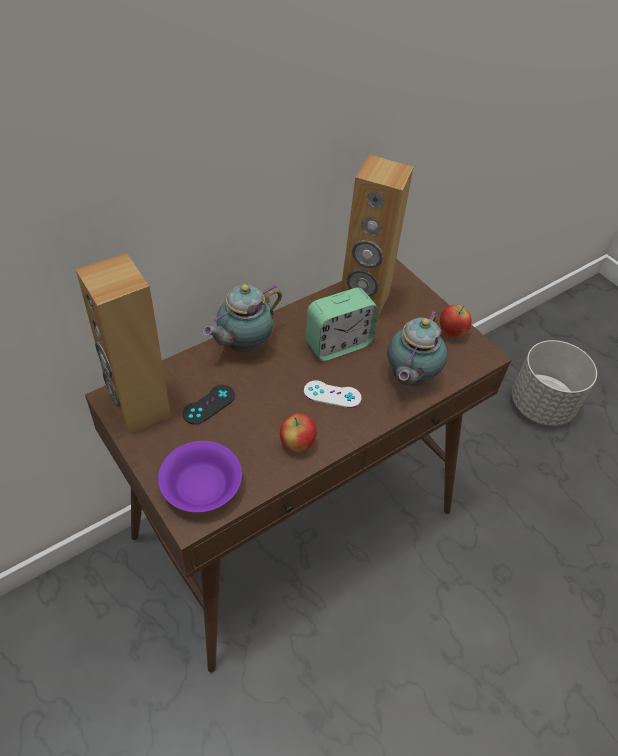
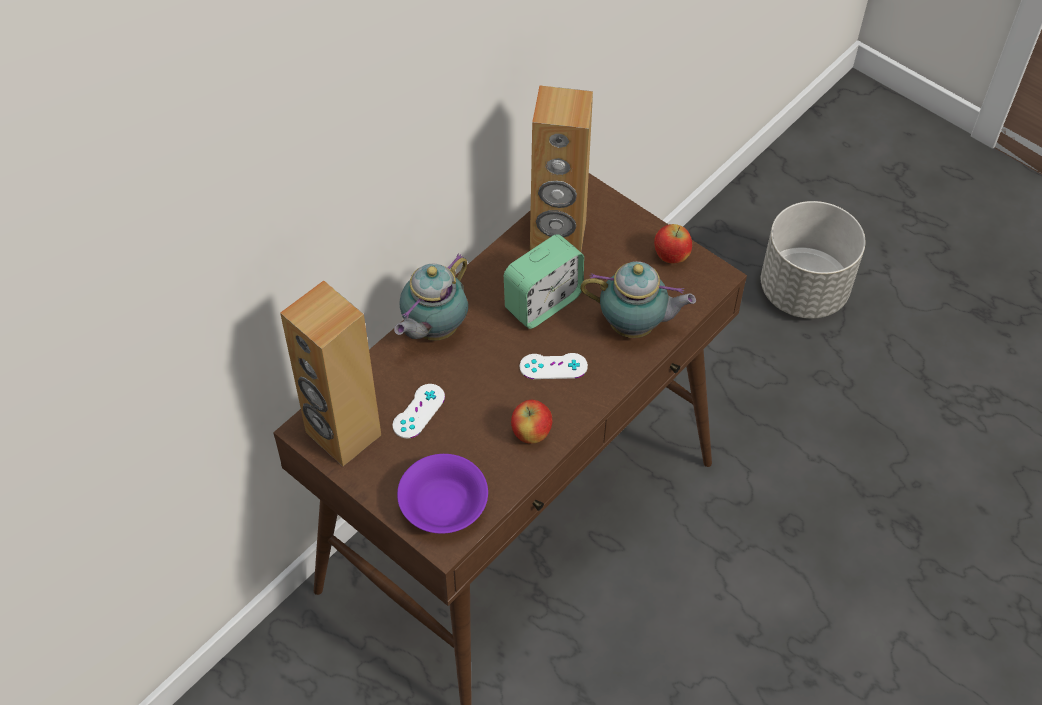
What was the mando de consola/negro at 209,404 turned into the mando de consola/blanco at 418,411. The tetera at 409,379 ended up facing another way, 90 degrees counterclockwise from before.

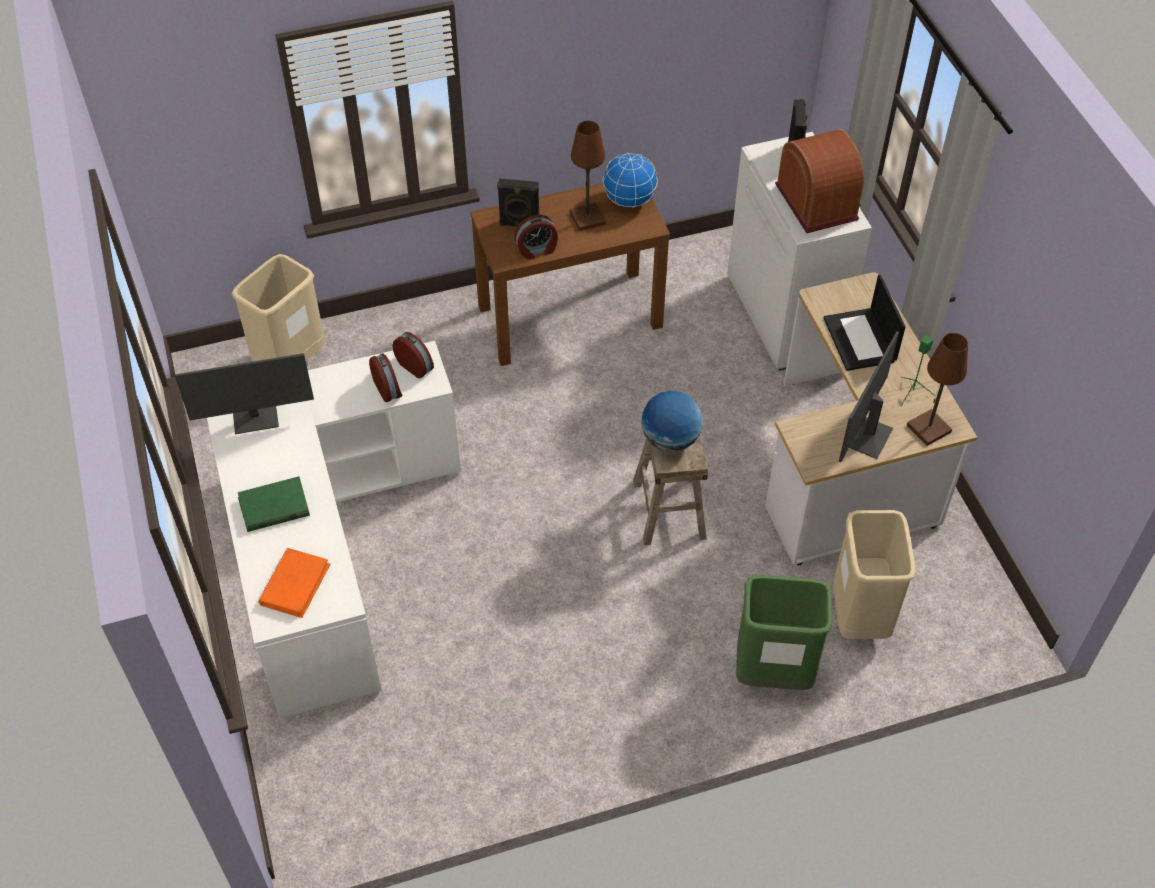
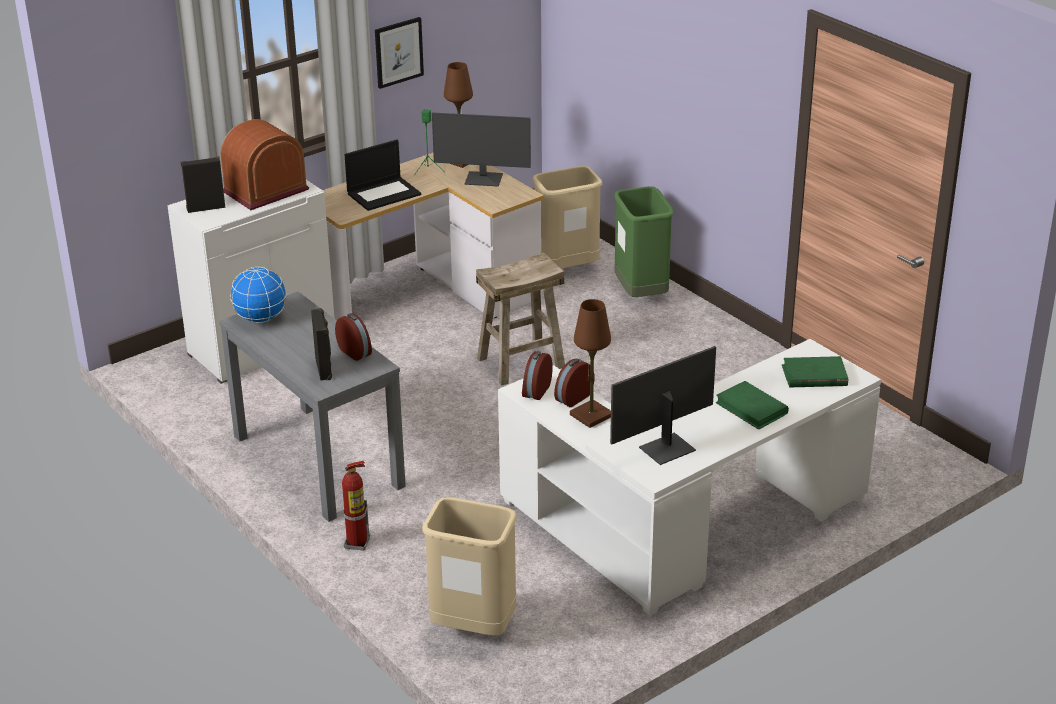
What was the mesa consola/marrón at 570,316 turned into the mesa consola/gris at 317,461. The second view gained the extintor at 357,543. The second view gained the cuadro at 398,52. The lámpara de mesa/marrón ended up elsewhere, having gone from 587,218 to 591,415. The monitor at 256,418 ended up facing another way, 90 degrees counterclockwise from before. What was the libro/naranja at 295,584 turned into the libro/verde at 814,376. The second view lost the globo terráqueo at 670,440.

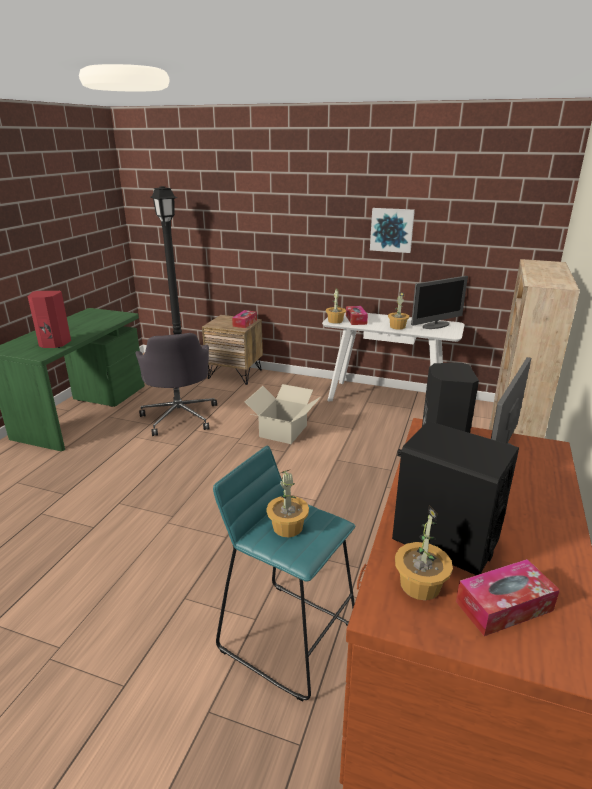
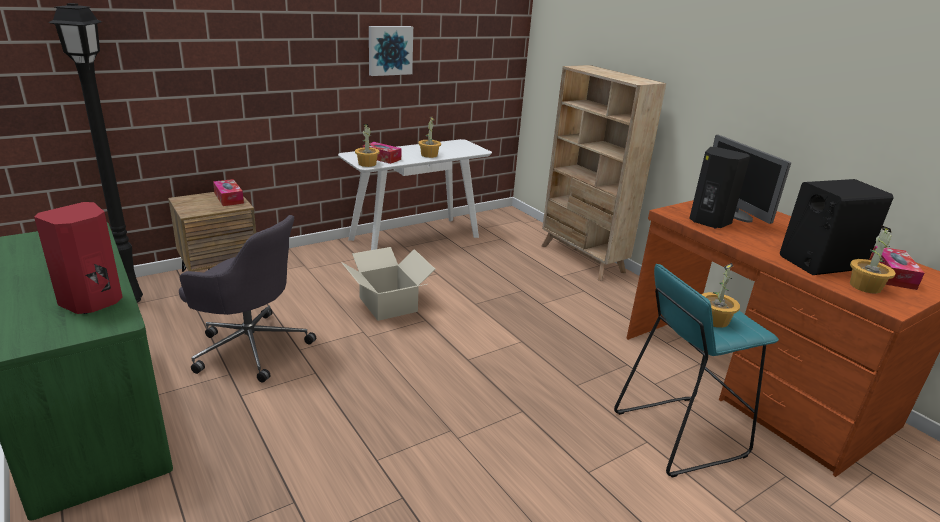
The second view lost the monitor at 436,325.

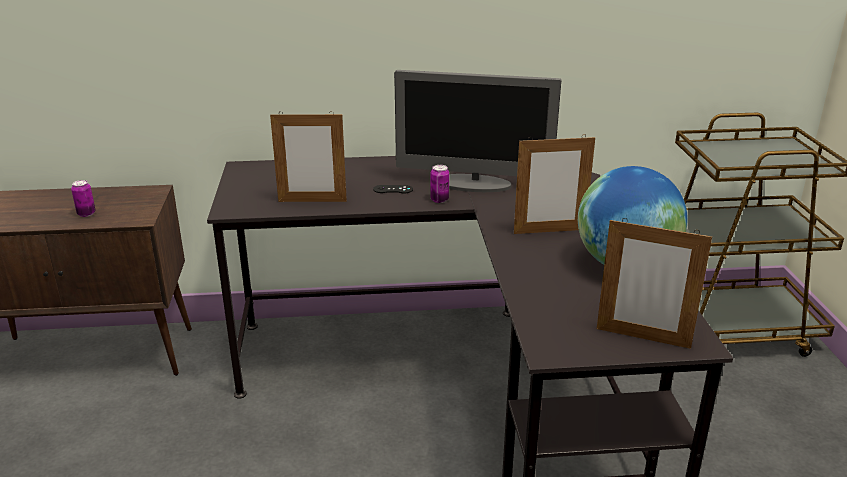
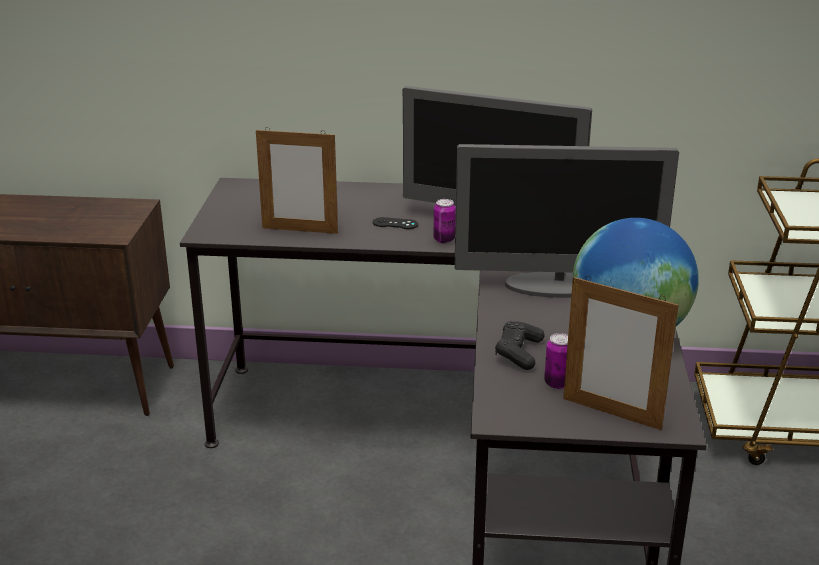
Where the portarretratos stood at 549,231, the monitor came to stand at 557,286. The second view gained the mando de consola/negro at 519,353. The lata ended up elsewhere, having gone from 86,214 to 557,383.

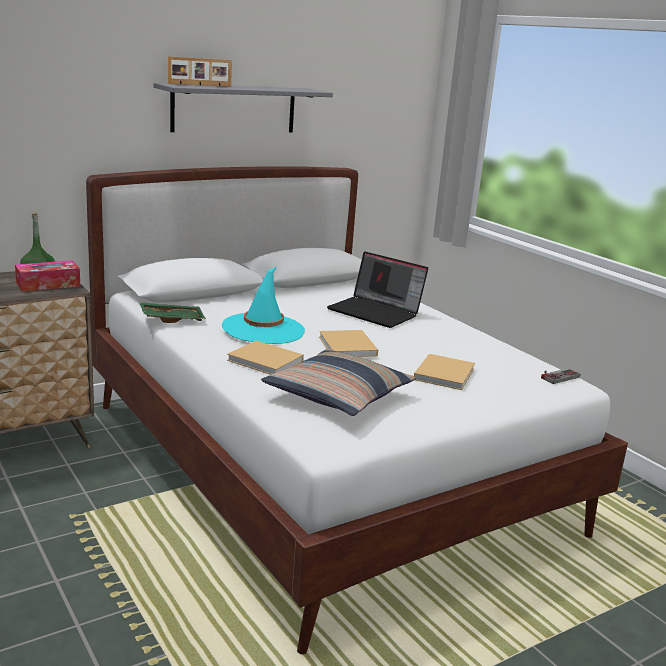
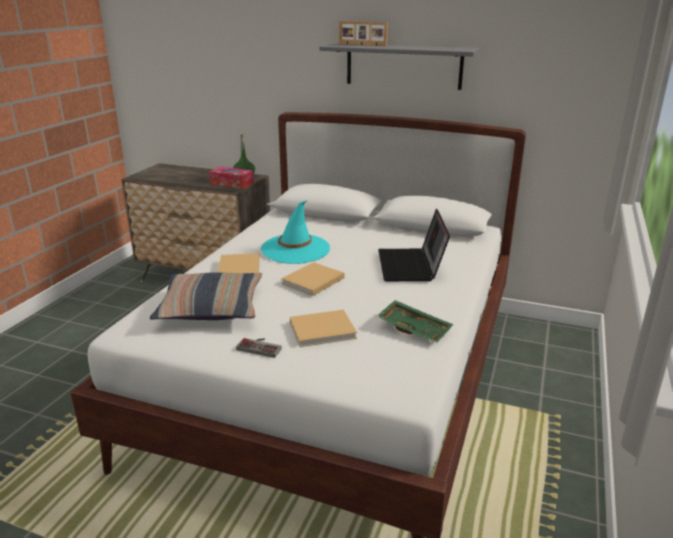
The mando de consola ended up elsewhere, having gone from 556,375 to 261,346. The bandeja/verde ended up elsewhere, having gone from 172,319 to 414,328.

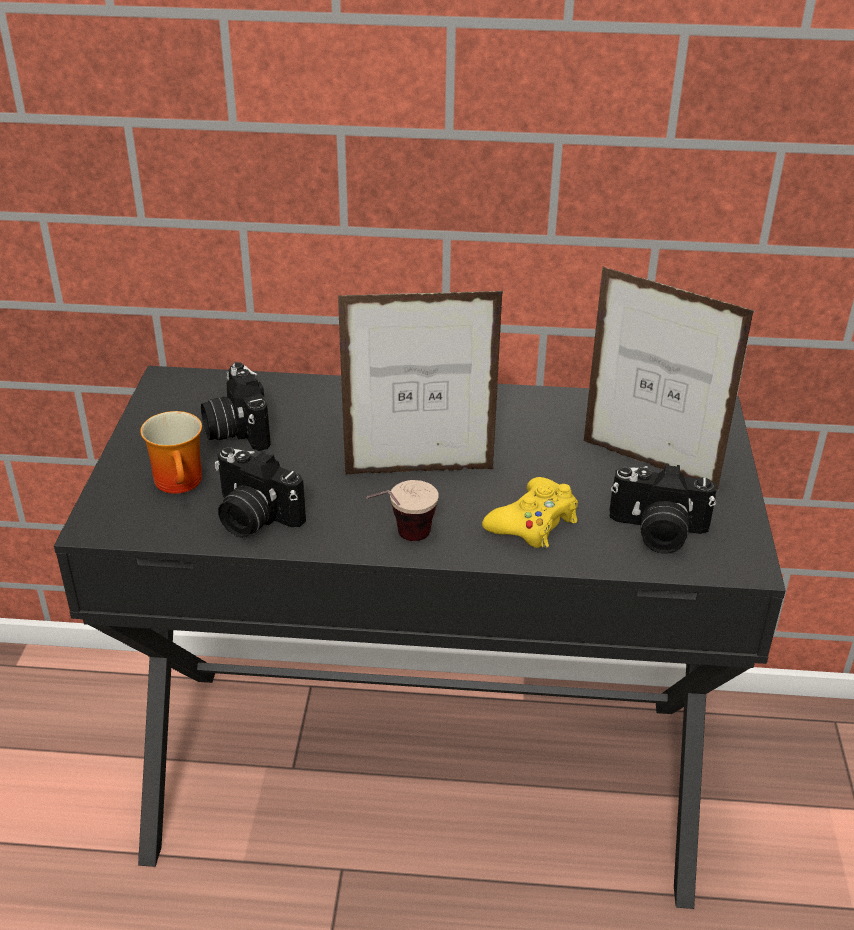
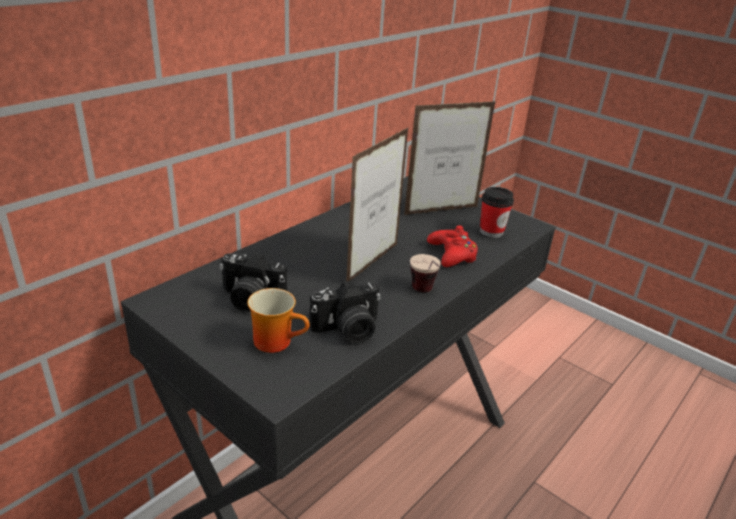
What was the mando de consola/amarillo at 533,523 turned into the mando de consola/rojo at 452,254. Where the cámara stood at 657,532, the taza came to stand at 491,231.

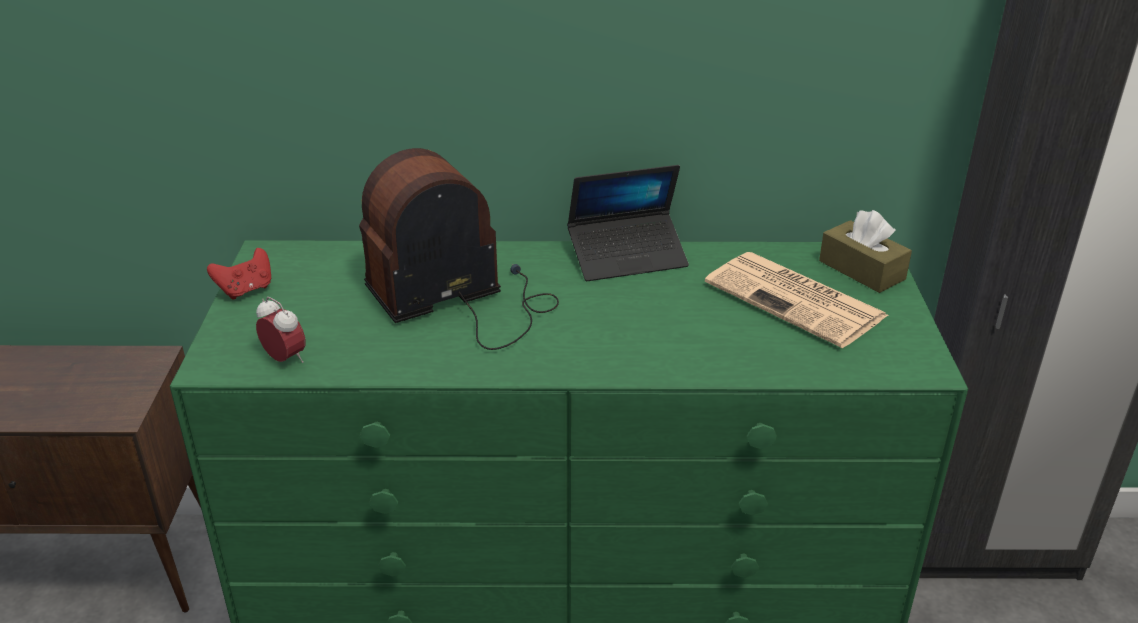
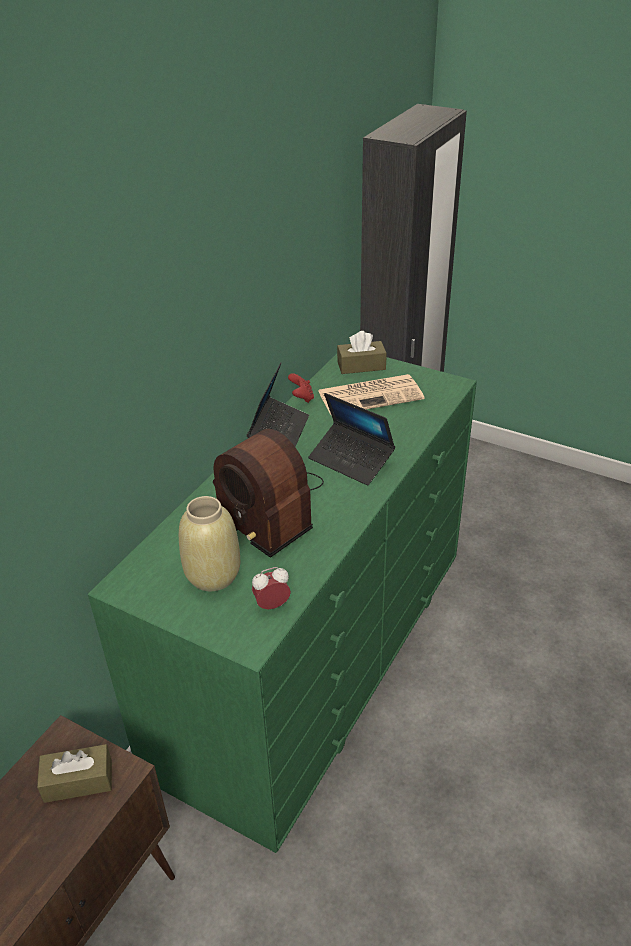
The second view gained the caja de pañuelos/marrón at 78,781. The second view gained the florero/beis at 213,575. The radio at 463,300 ended up facing another way, 45 degrees counterclockwise from before. The mando de consola/rojo ended up elsewhere, having gone from 246,290 to 301,397. The second view gained the portátil at 351,460.

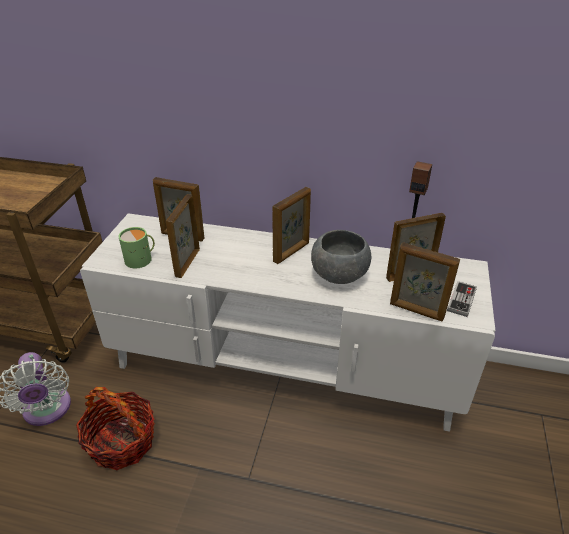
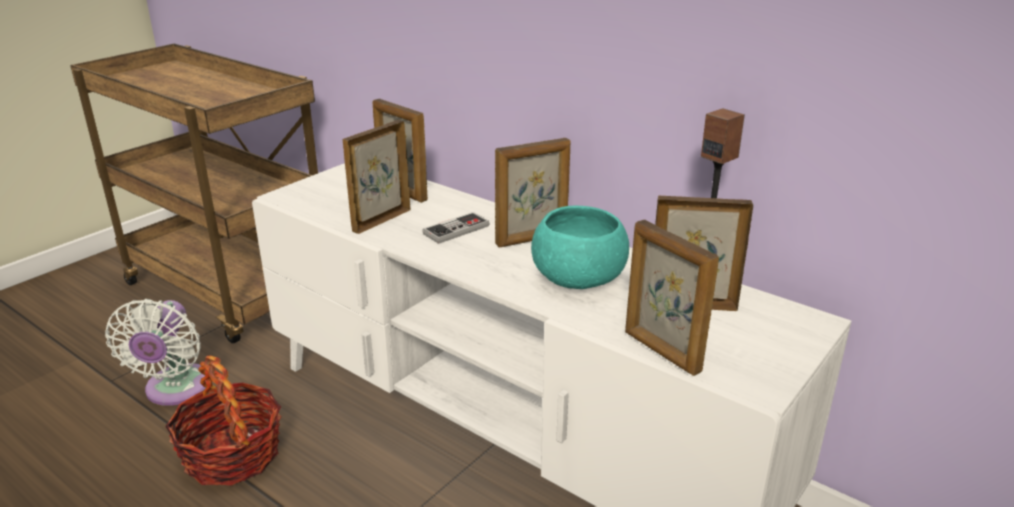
The mando de consola ended up elsewhere, having gone from 461,300 to 456,230. What was the cuenco/gris at 339,275 turned into the cuenco/turquesa at 579,280. The second view lost the taza grande/verde at 141,259.

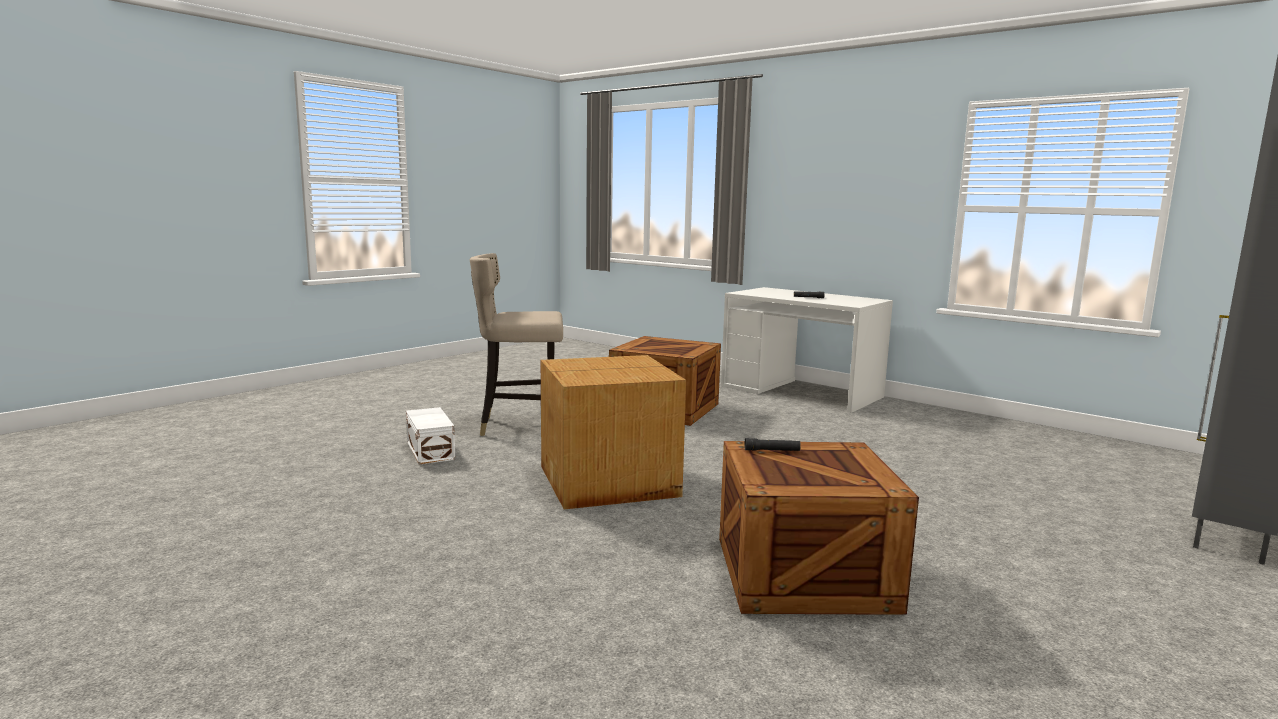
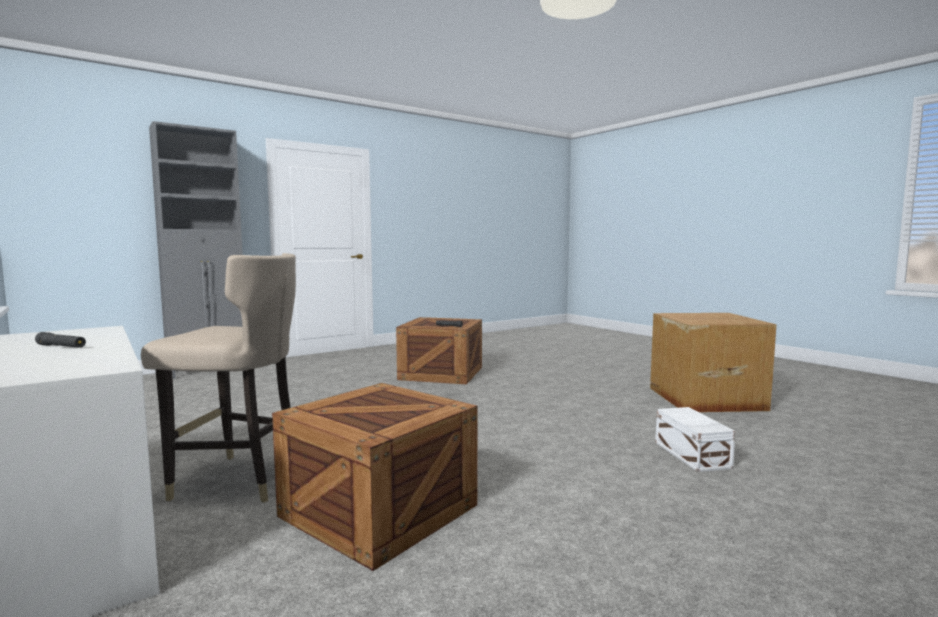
The taburete/beis ended up elsewhere, having gone from 521,426 to 239,480. The caja de cartón ended up elsewhere, having gone from 610,481 to 703,398.

